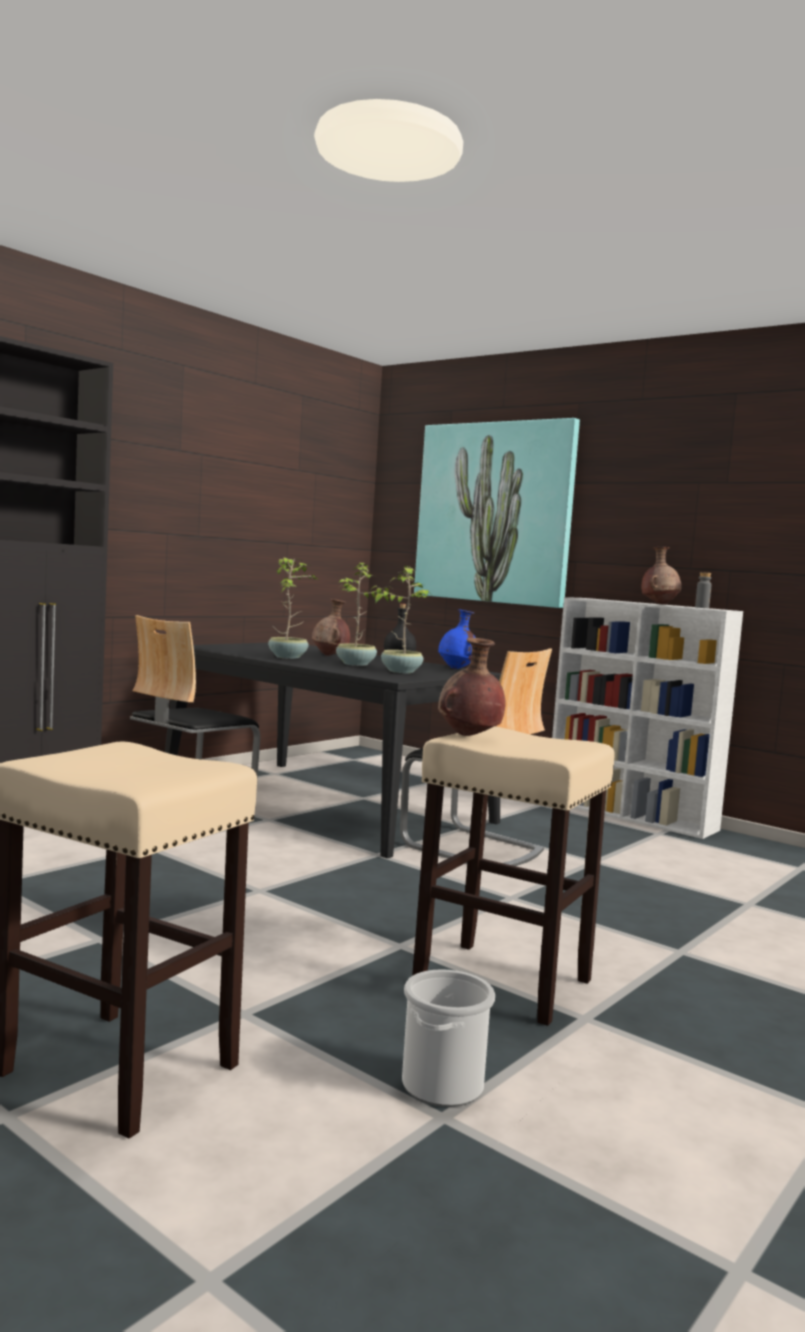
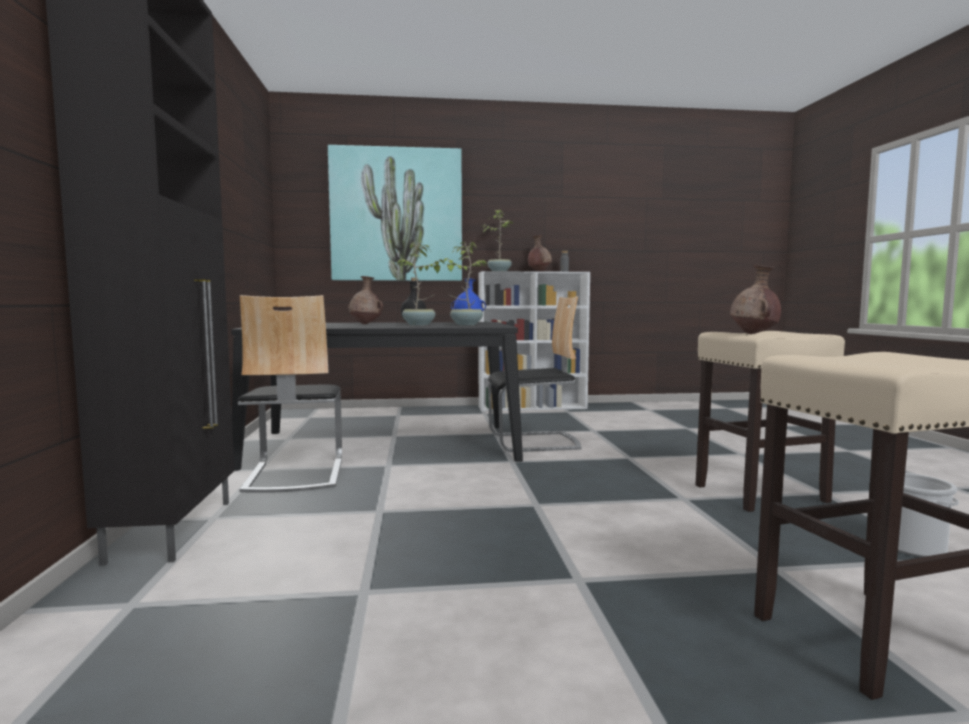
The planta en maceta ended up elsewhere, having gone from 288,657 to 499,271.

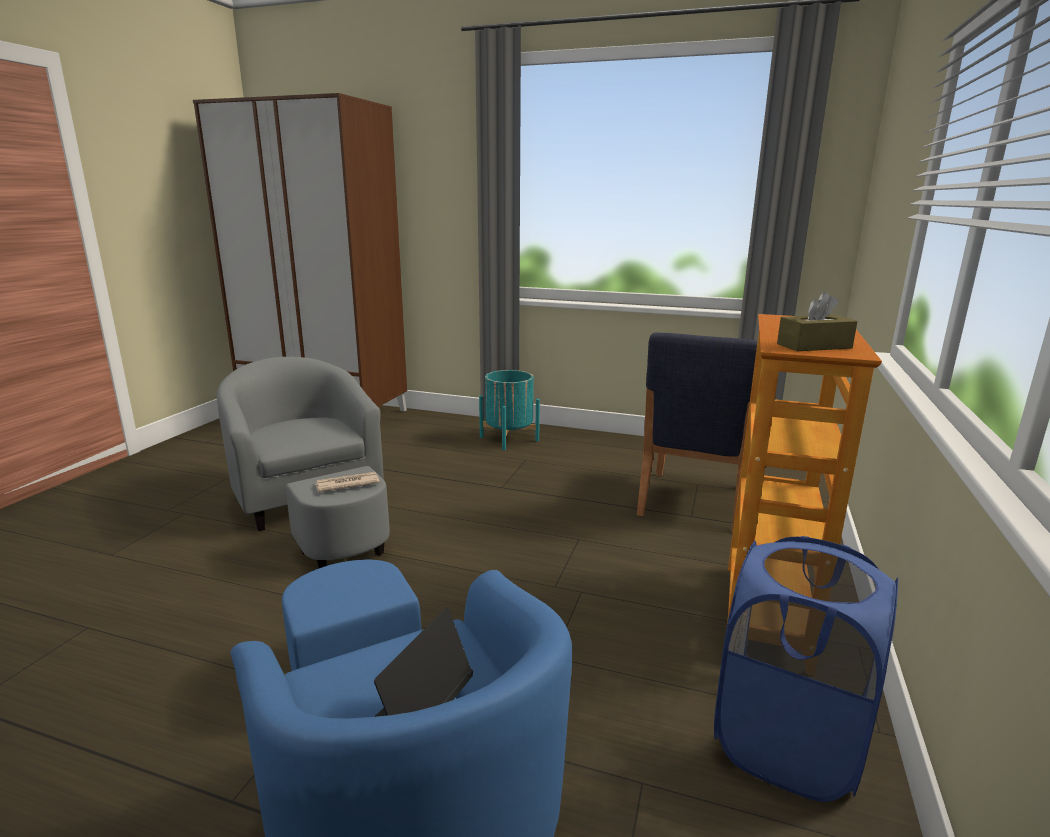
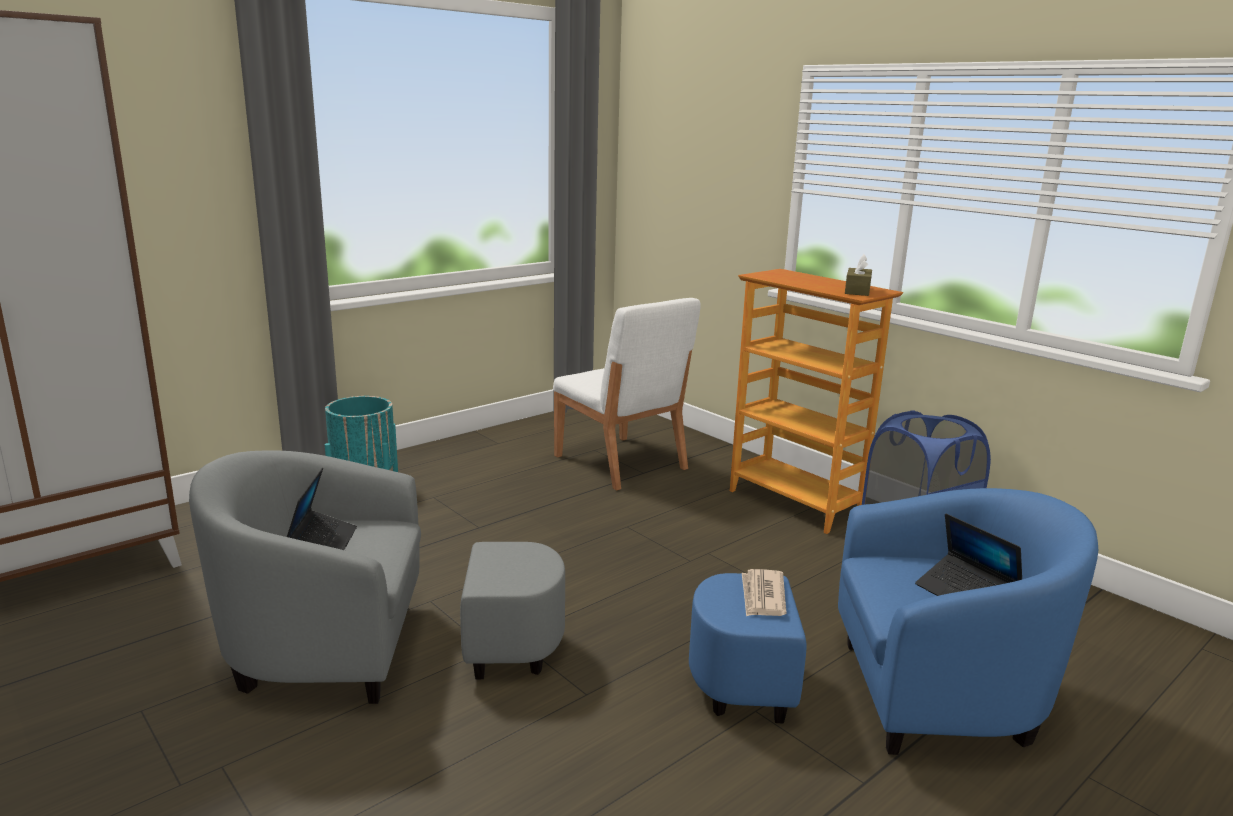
The second view gained the portátil at 322,544. What was the silla/azul at 692,501 turned into the silla/blanco at 620,463. The periódico ended up elsewhere, having gone from 346,484 to 762,596.

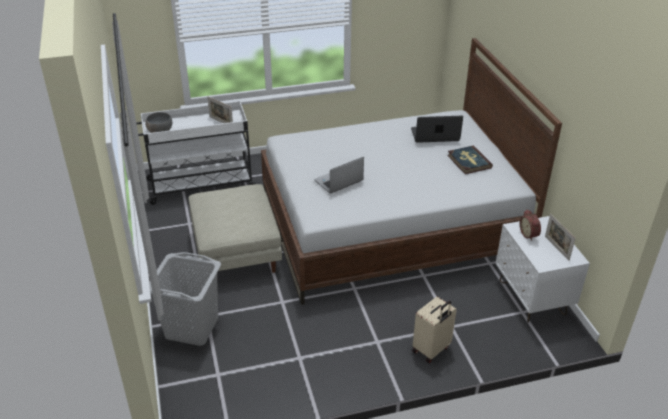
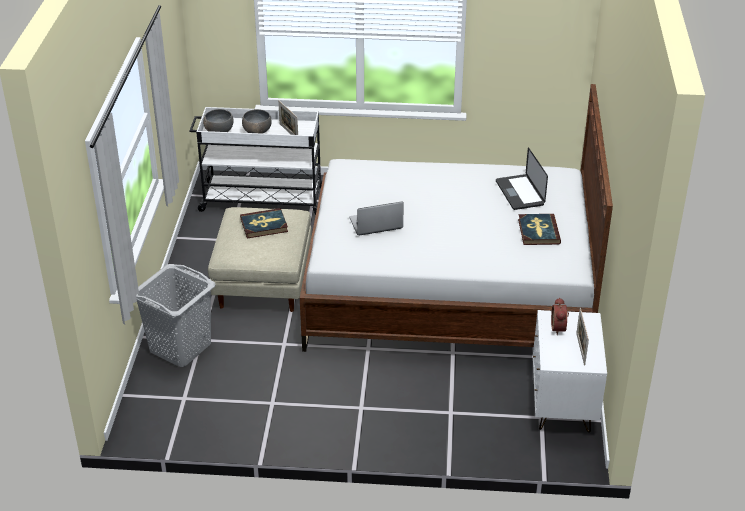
The second view gained the libro at 264,225. The second view gained the cuenco/gris at 257,131. The portátil at 435,135 ended up facing another way, 120 degrees counterclockwise from before. The second view lost the maleta/beis at 431,350.

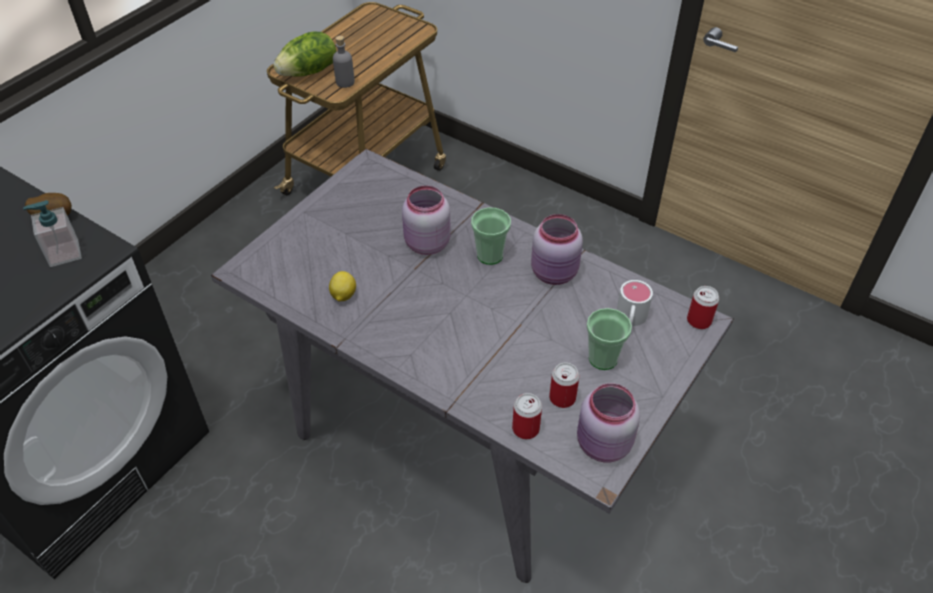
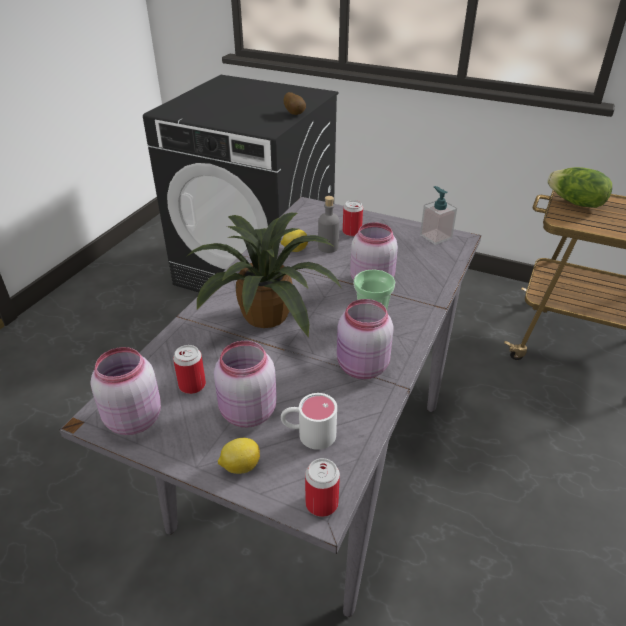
The second view gained the planta en maceta at 269,316. Where the taza stood at 603,358, the tarro/rosa came to stand at 246,413. The second view gained the limón at 240,466. The botella/gris ended up elsewhere, having gone from 345,82 to 328,247. The lata ended up elsewhere, having gone from 525,428 to 352,232. The dispensador de jabón ended up elsewhere, having gone from 64,253 to 435,236.

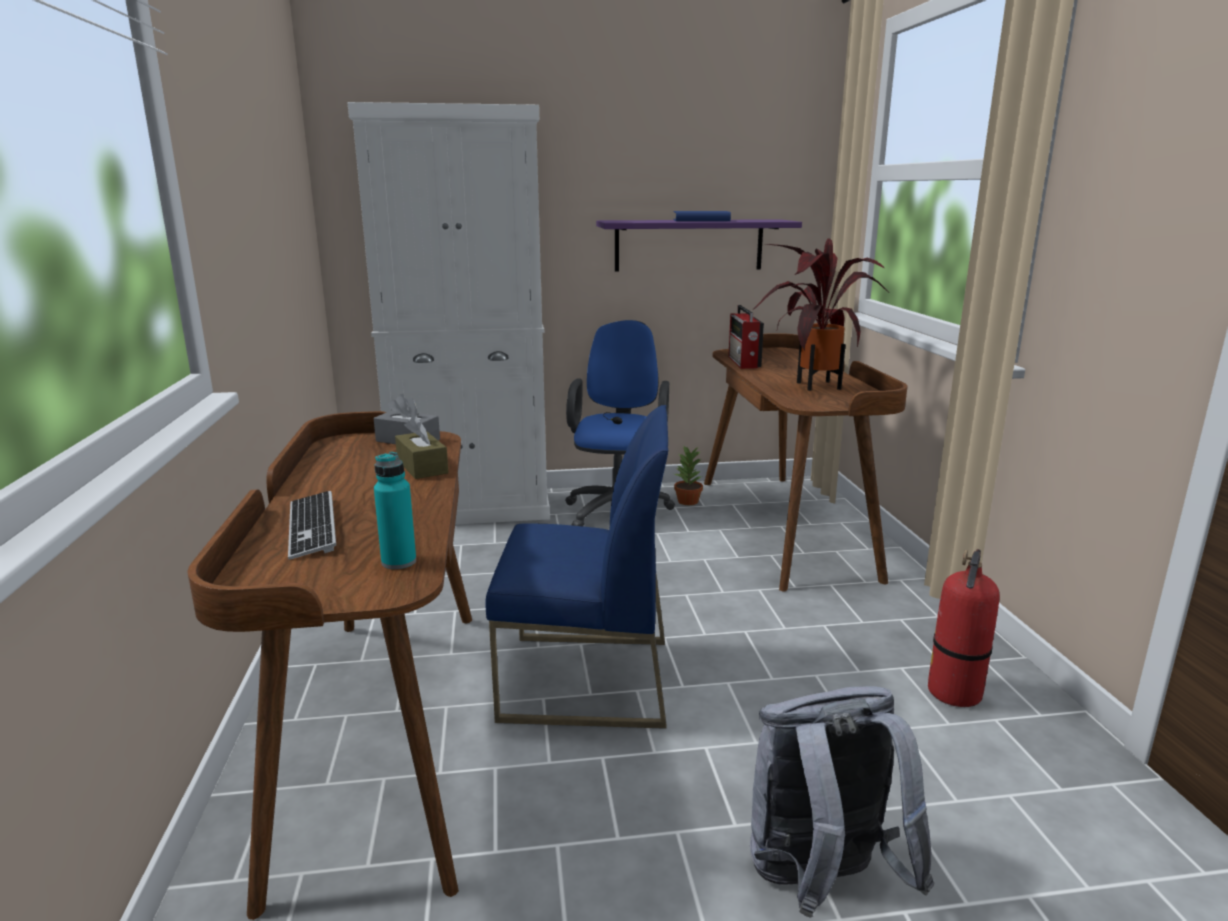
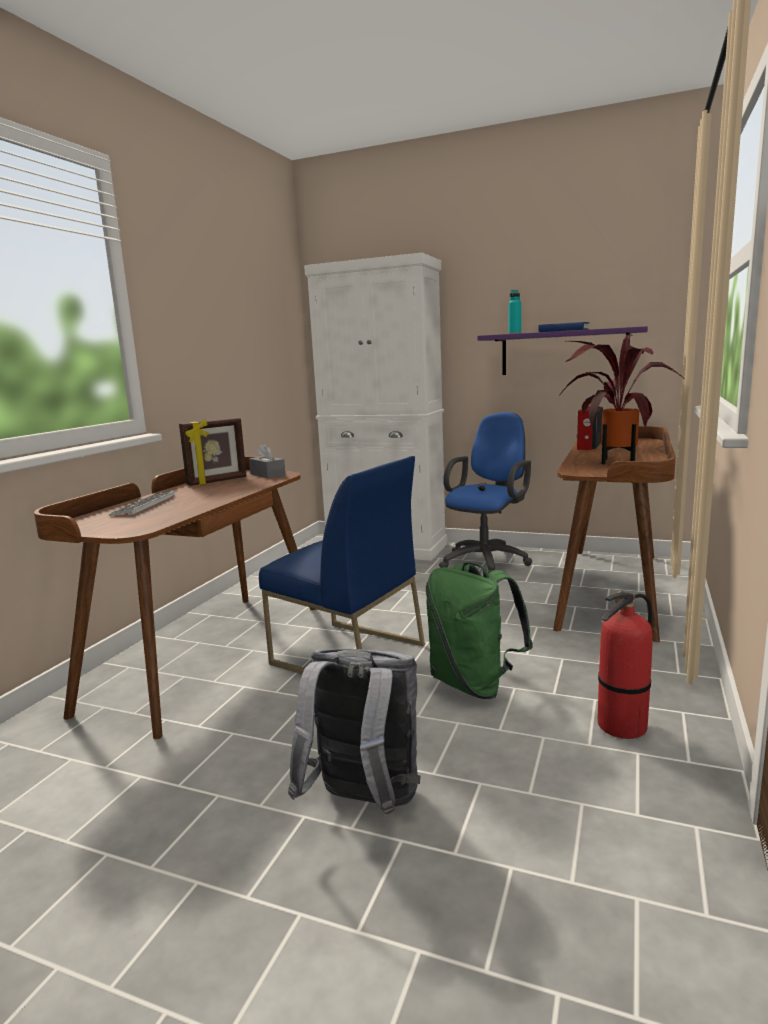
The second view gained the portarretratos at 217,481. The second view gained the mochila/verde at 474,684. The botella/turquesa ended up elsewhere, having gone from 399,562 to 514,333. The second view lost the caja de pañuelos/marrón at 422,467. The second view lost the planta en maceta at 688,501.

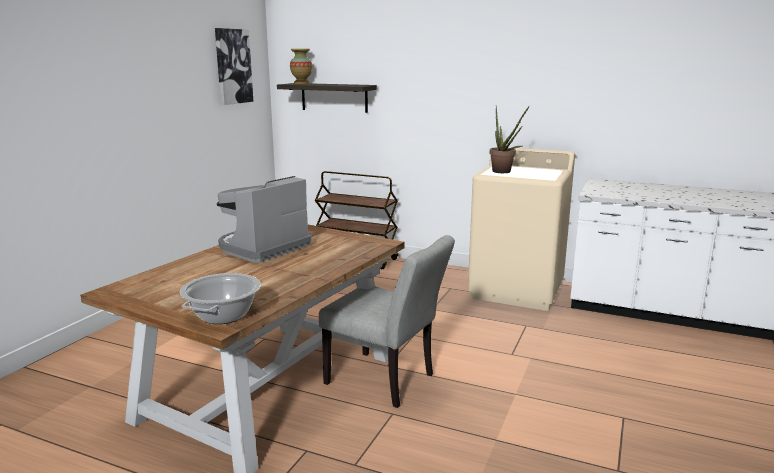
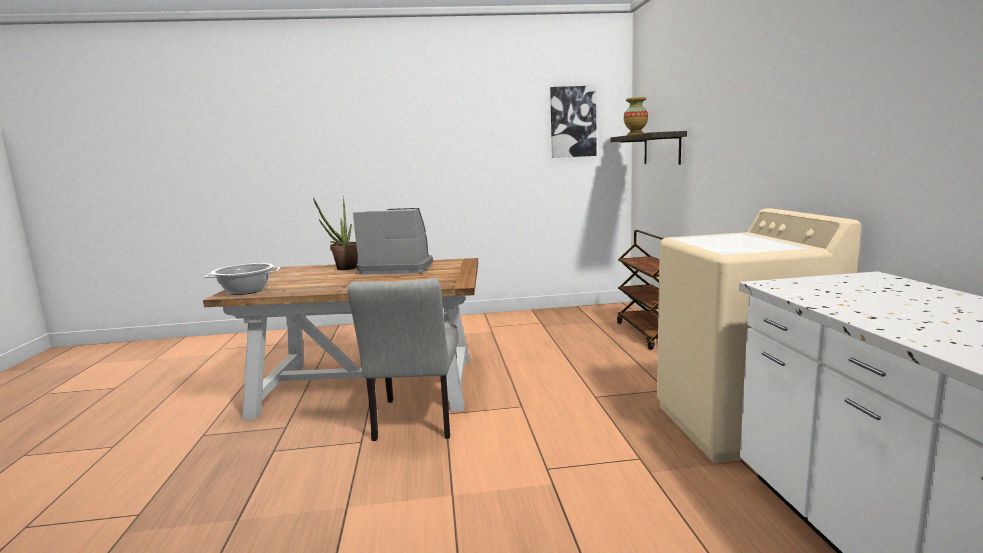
The planta en maceta ended up elsewhere, having gone from 504,172 to 343,269.

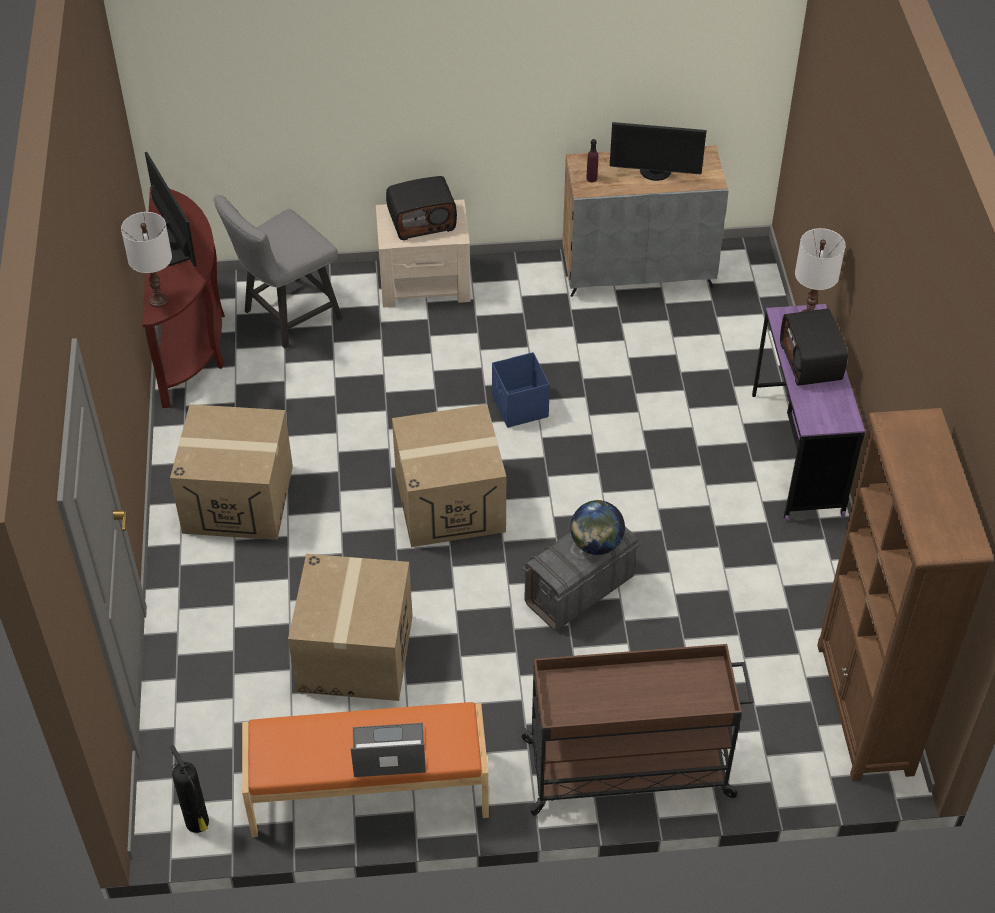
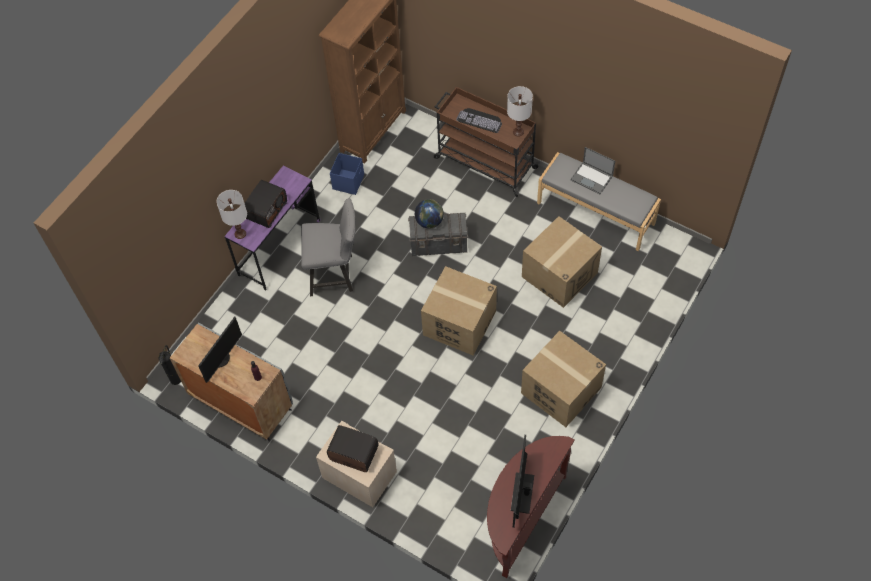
The extintor ended up elsewhere, having gone from 198,824 to 176,378. The monitor at 655,173 ended up facing another way, 75 degrees clockwise from before. The silla/gris ended up elsewhere, having gone from 286,317 to 335,274. The caja de almacenaje/azul ended up elsewhere, having gone from 520,407 to 349,182. The second view gained the teclado at 480,120. The lámpara de mesa/blanco ended up elsewhere, having gone from 158,300 to 518,131. What was the banco/naranja at 369,793 turned into the banco/gris at 596,212.

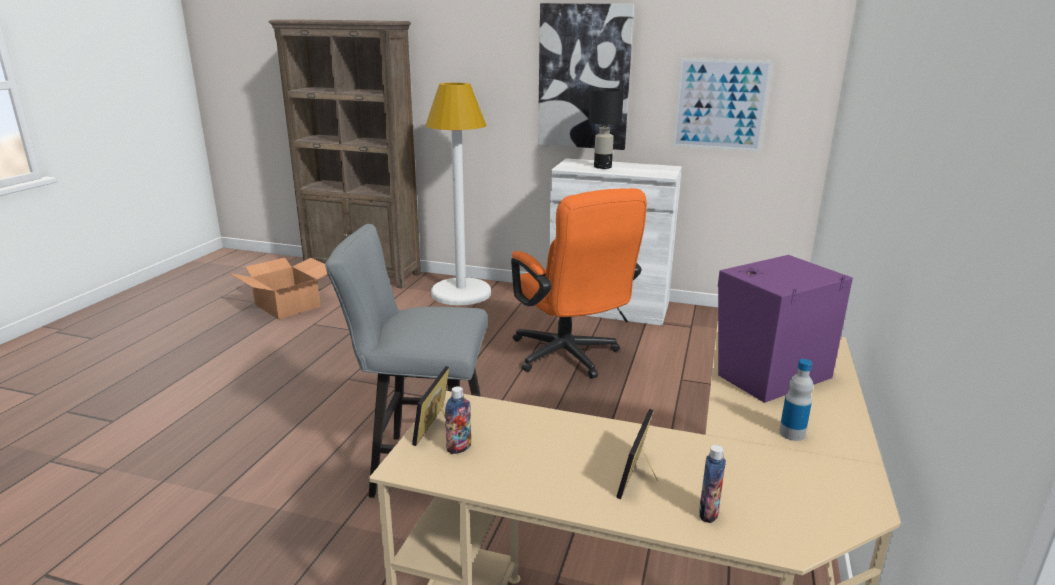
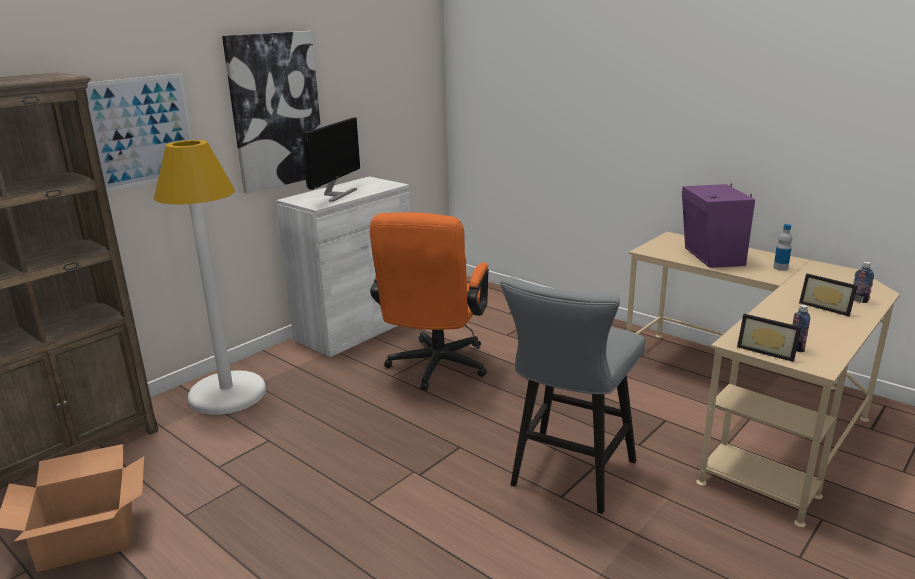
The cuadro ended up elsewhere, having gone from 720,105 to 141,131. Where the lámpara de mesa/negro stood at 603,167, the monitor came to stand at 335,194. The silla de oficina/naranja at 569,358 ended up facing another way, 105 degrees clockwise from before.

